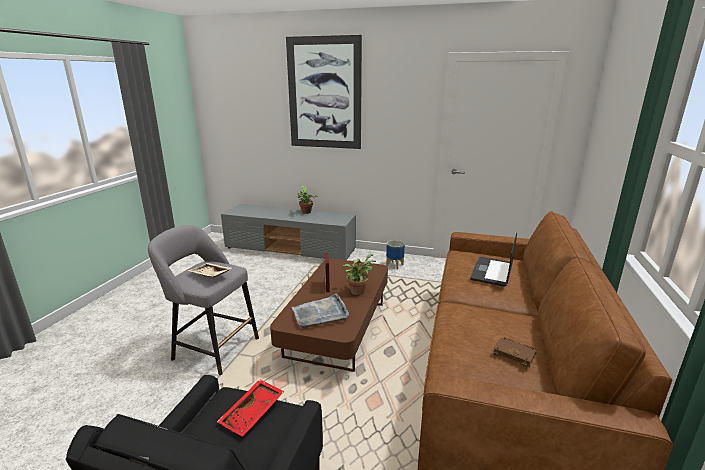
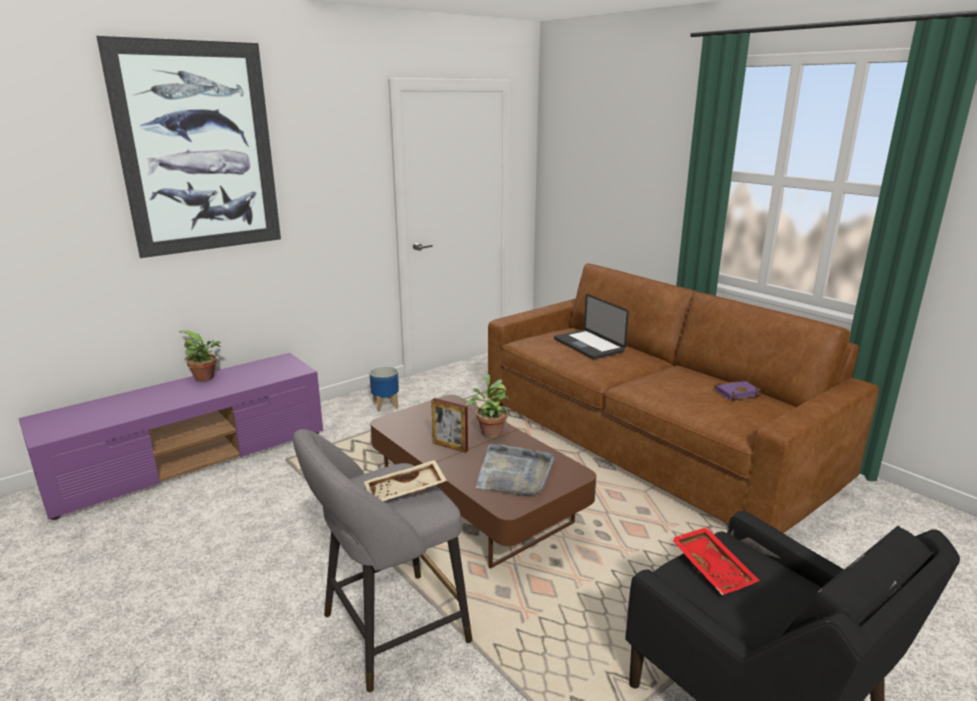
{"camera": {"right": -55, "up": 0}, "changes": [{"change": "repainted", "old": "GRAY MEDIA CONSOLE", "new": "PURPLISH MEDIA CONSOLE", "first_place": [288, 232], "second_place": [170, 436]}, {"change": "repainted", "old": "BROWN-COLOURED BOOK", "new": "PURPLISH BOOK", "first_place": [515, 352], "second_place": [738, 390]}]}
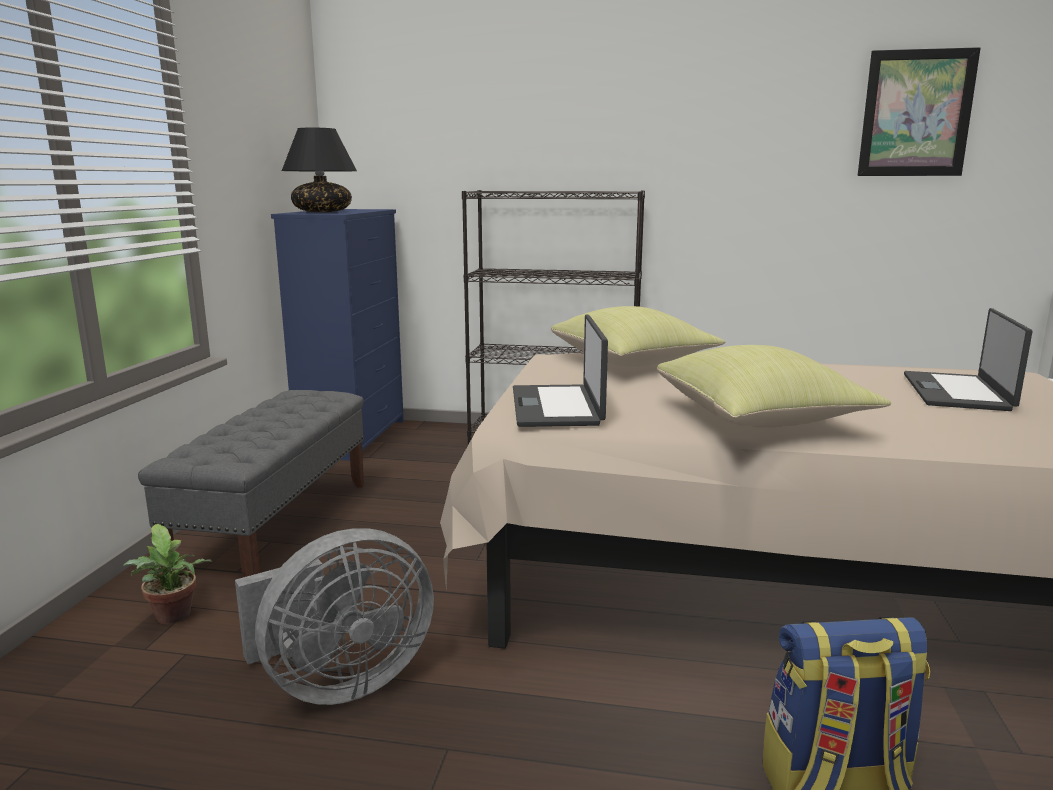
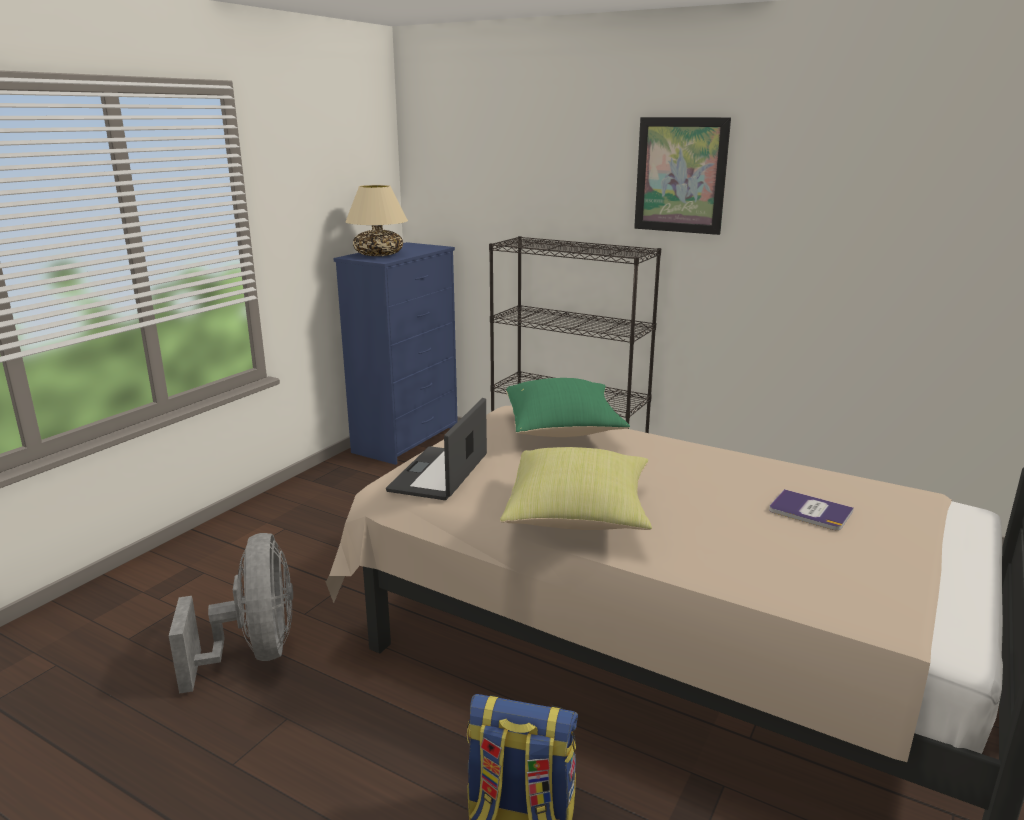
{"camera": {"right": 20, "up": 5}, "changes": [{"change": "gone", "old": "HOUSEPLANT", "first_place": [167, 574]}, {"change": "gone", "old": "GRAY LONG SEAT", "first_place": [251, 483]}, {"change": "shifted", "old": "WALL ART", "first_place": [919, 111], "second_place": [682, 176]}, {"change": "swapped", "old": "LAPTOP", "new": "BOOK", "first_place": [968, 359], "second_place": [811, 510]}, {"change": "repainted", "old": "BLACKISH TABLETOP LAMP", "new": "SAND-COLOURED TABLETOP LAMP", "first_place": [319, 170], "second_place": [376, 220]}, {"change": "repainted", "old": "YELLOW-COLOURED CUSHION", "new": "GREENISH CUSHION", "first_place": [638, 336], "second_place": [568, 407]}, {"change": "rotated", "old": "GRAY FAN", "first_place": [334, 616], "second_place": [231, 613], "degrees": -90}]}
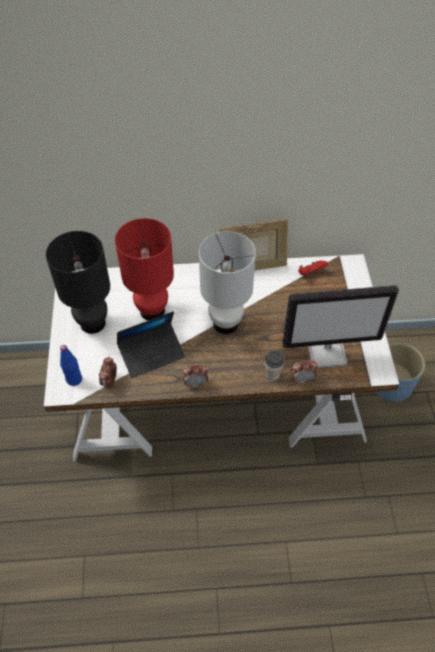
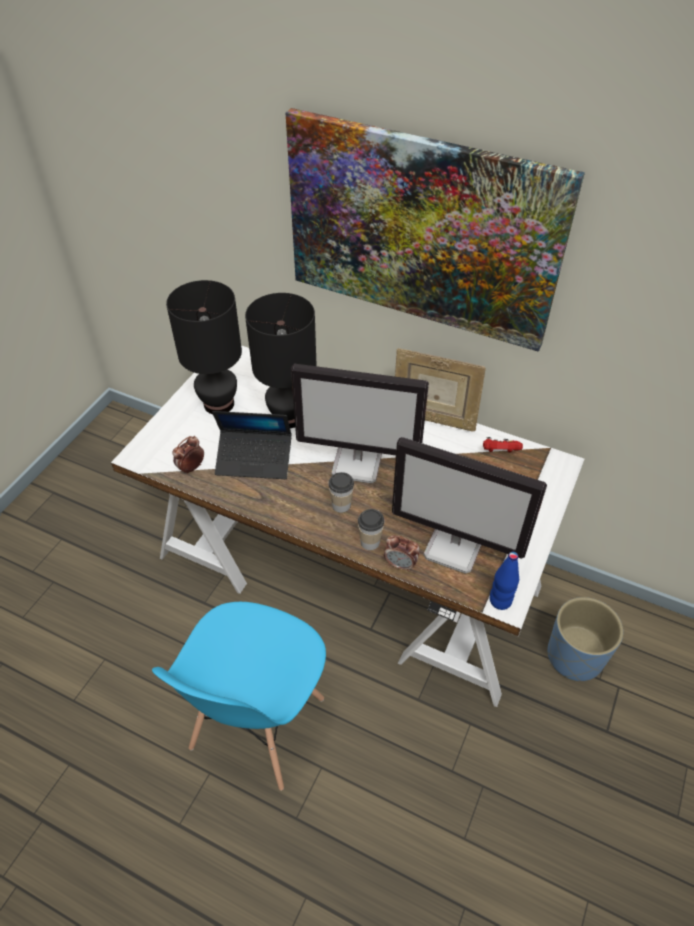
{"camera": {"right": 30, "up": -5}, "changes": [{"change": "gone", "old": "BEDSIDE CLOCK", "first_place": [195, 376]}, {"change": "new", "new": "BLUISH CHAIR", "second_place": [239, 696]}, {"change": "new", "new": "WALL ART", "second_place": [435, 230]}, {"change": "new", "new": "CUP", "second_place": [341, 492]}, {"change": "shifted", "old": "BLUISH BEVERAGE BOTTLE", "first_place": [71, 365], "second_place": [504, 581]}, {"change": "swapped", "old": "WHITE-COLOURED TABLETOP LAMP", "new": "MONITOR", "first_place": [227, 282], "second_place": [360, 424]}, {"change": "repainted", "old": "REDDISH TABLETOP LAMP", "new": "BLACKISH TABLETOP LAMP", "first_place": [144, 269], "second_place": [281, 360]}]}
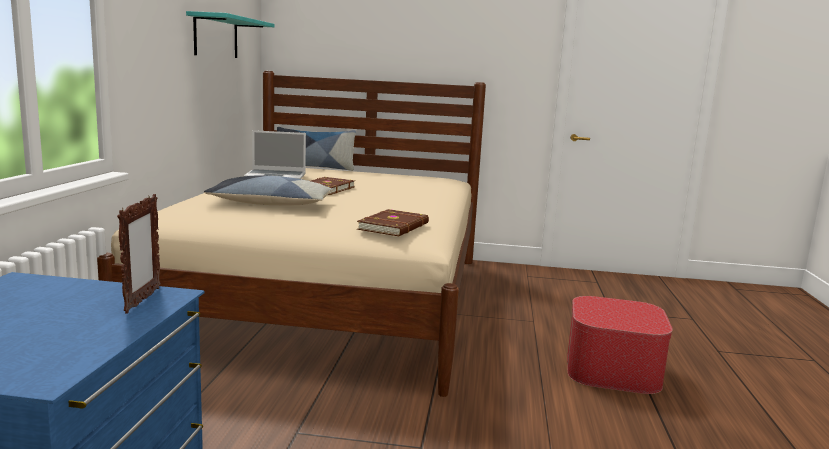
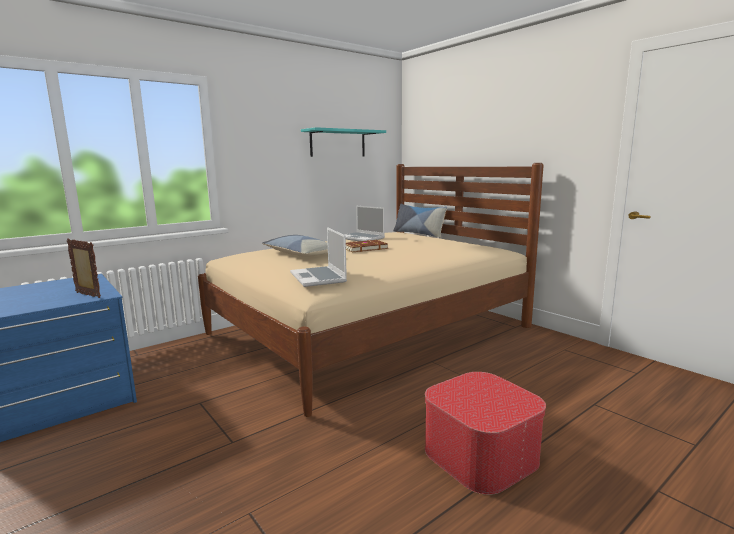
{"camera": {"right": 45, "up": 0}, "changes": [{"change": "swapped", "old": "BROWN-COLOURED BOOK", "new": "LAPTOP", "first_place": [393, 222], "second_place": [318, 257]}, {"change": "rotated", "old": "PHOTO FRAME", "first_place": [139, 254], "second_place": [84, 268], "degrees": -105}]}
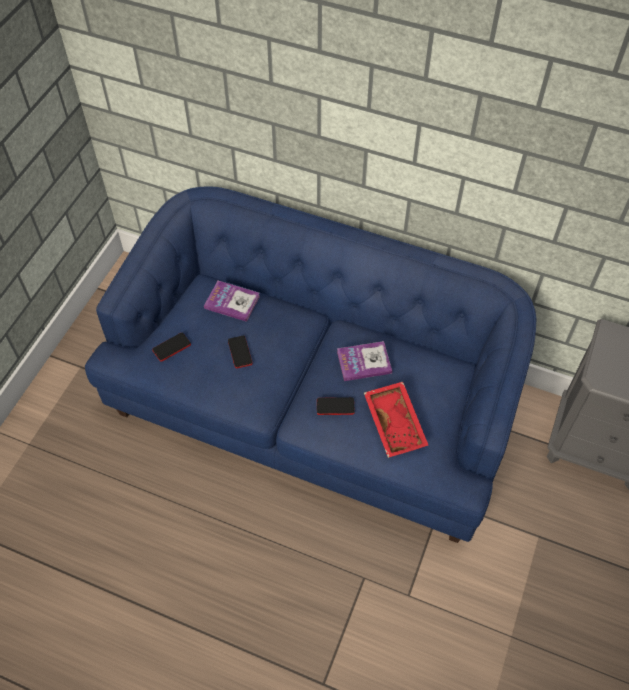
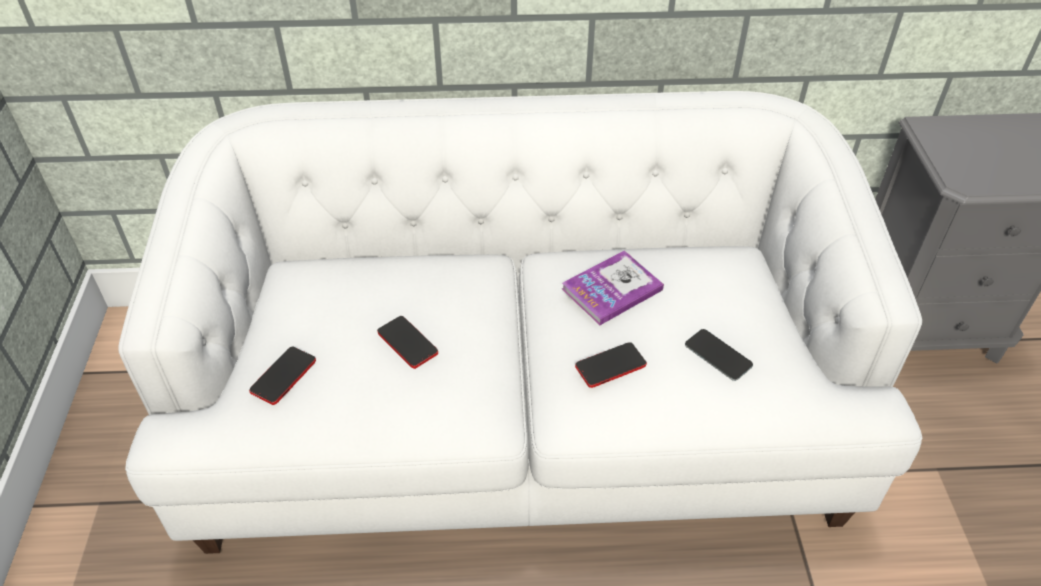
{"camera": {"right": -25, "up": -10}, "changes": [{"change": "gone", "old": "BOOK", "first_place": [232, 301]}, {"change": "swapped", "old": "REDDISH CARRYING TRAY", "new": "TELEPHONE", "first_place": [396, 420], "second_place": [719, 355]}, {"change": "repainted", "old": "BLUISH COUCH", "new": "WHITE-COLOURED COUCH", "first_place": [310, 364], "second_place": [520, 322]}]}
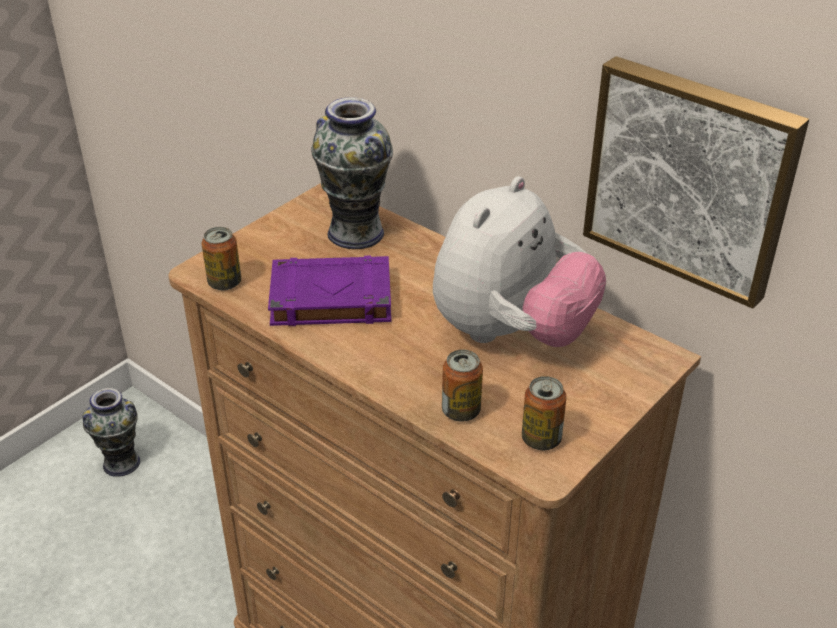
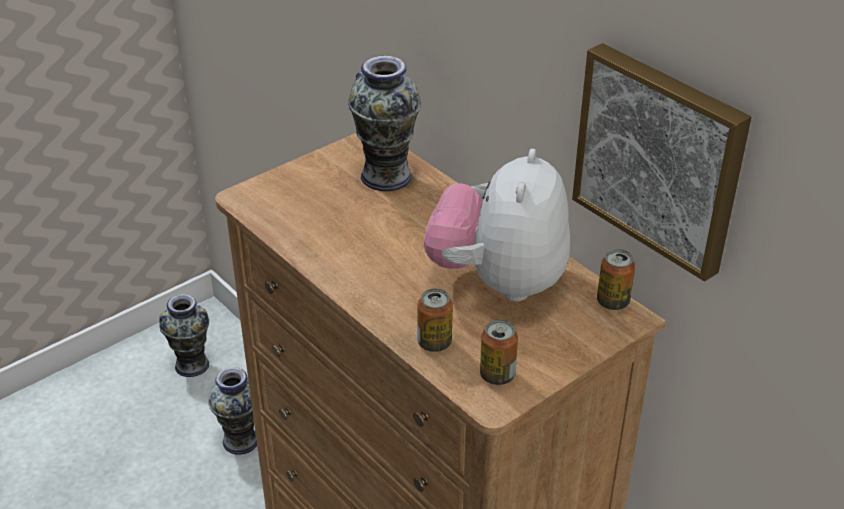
{"camera": {"right": 10, "up": 0}, "changes": [{"change": "gone", "old": "PURPLISH BOOK", "first_place": [329, 291]}, {"change": "new", "new": "VASE", "second_place": [232, 411]}, {"change": "shifted", "old": "METAL CAN", "first_place": [221, 258], "second_place": [616, 279]}, {"change": "rotated", "old": "SOFT TOY", "first_place": [519, 261], "second_place": [497, 225], "degrees": 150}]}
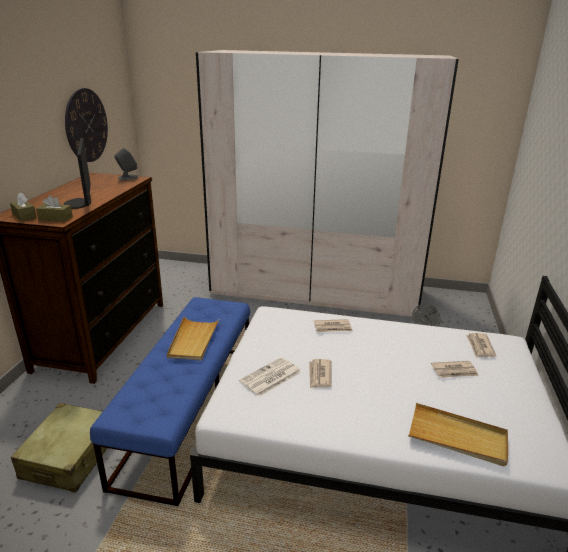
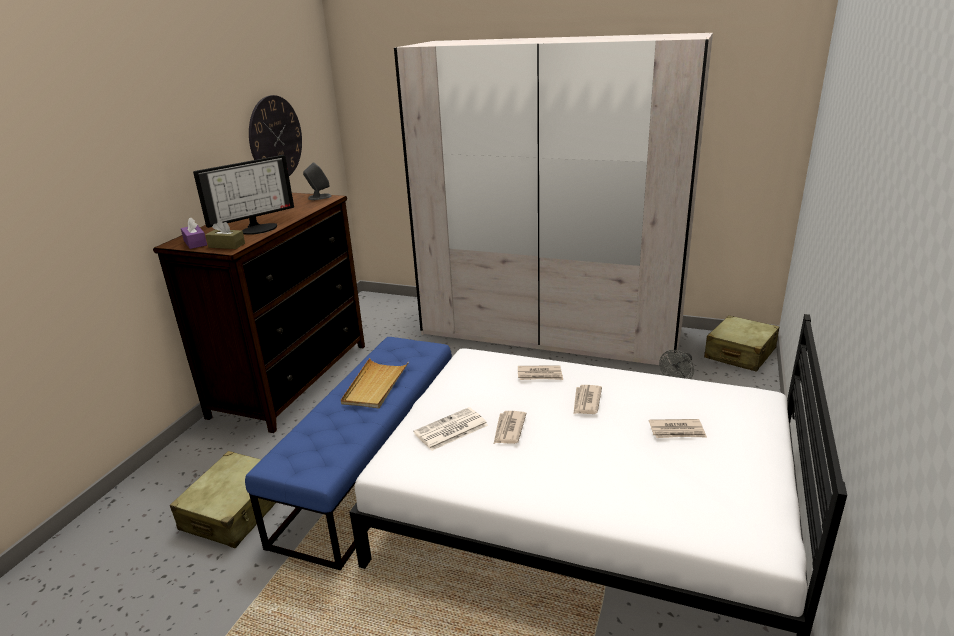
{"camera": {"right": 10, "up": 0}, "changes": [{"change": "gone", "old": "SAND-COLOURED CARRYING TRAY", "first_place": [458, 434]}, {"change": "new", "new": "SAND-COLOURED PIECE OF LUGGAGE", "second_place": [741, 343]}, {"change": "shifted", "old": "NEWSPAPER", "first_place": [481, 345], "second_place": [587, 399]}, {"change": "repainted", "old": "BROWN-COLOURED BOX OF TISSUES", "new": "PURPLISH BOX OF TISSUES", "first_place": [23, 206], "second_place": [194, 233]}, {"change": "rotated", "old": "MONITOR", "first_place": [77, 173], "second_place": [243, 195], "degrees": -120}]}
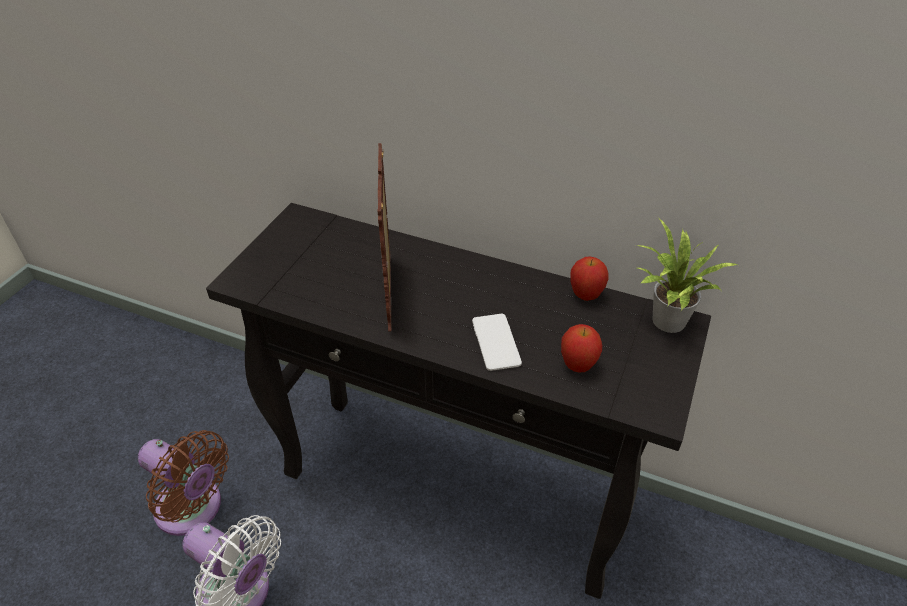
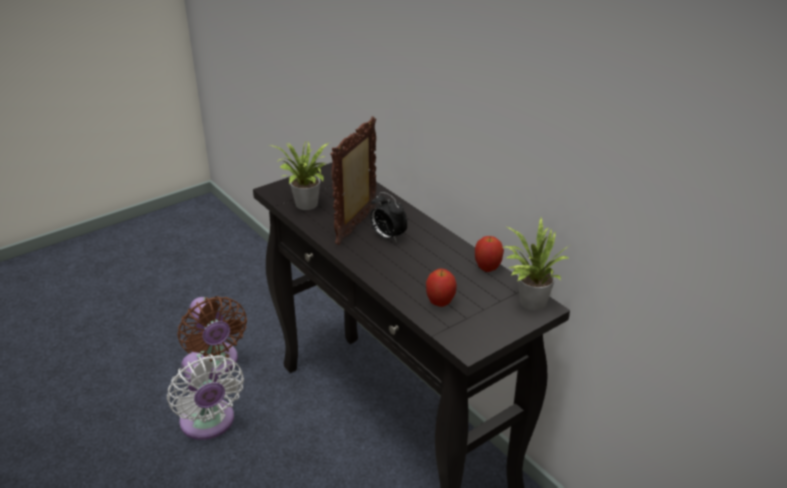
{"camera": {"right": 30, "up": -10}, "changes": [{"change": "gone", "old": "TELEPHONE", "first_place": [497, 342]}, {"change": "new", "new": "HOUSEPLANT", "second_place": [299, 175]}, {"change": "new", "new": "BEDSIDE CLOCK", "second_place": [389, 217]}]}
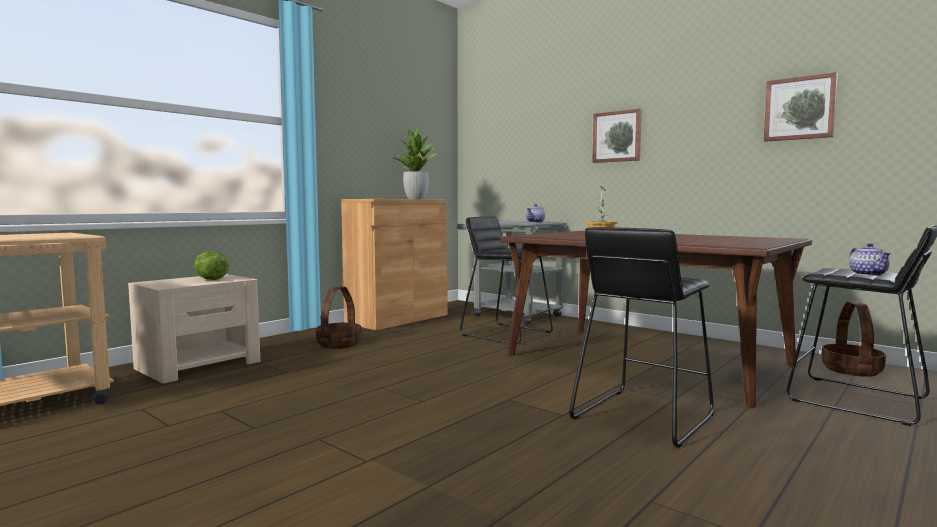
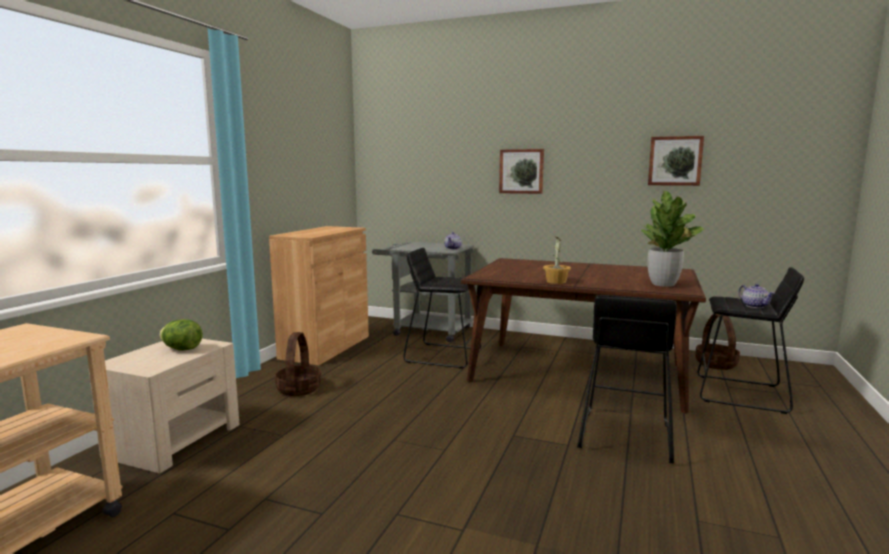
{"camera": {"right": -20, "up": 5}, "changes": [{"change": "shifted", "old": "HOUSEPLANT", "first_place": [415, 164], "second_place": [672, 239]}]}
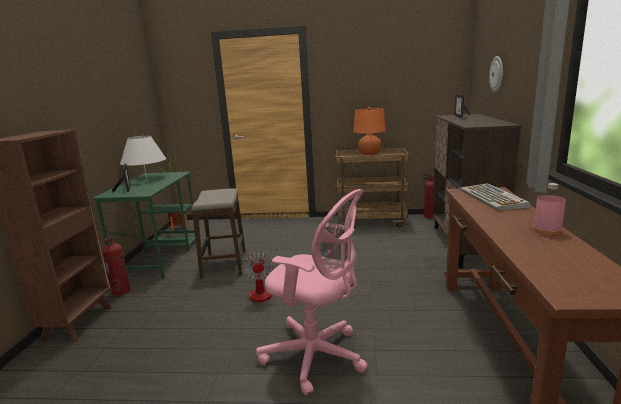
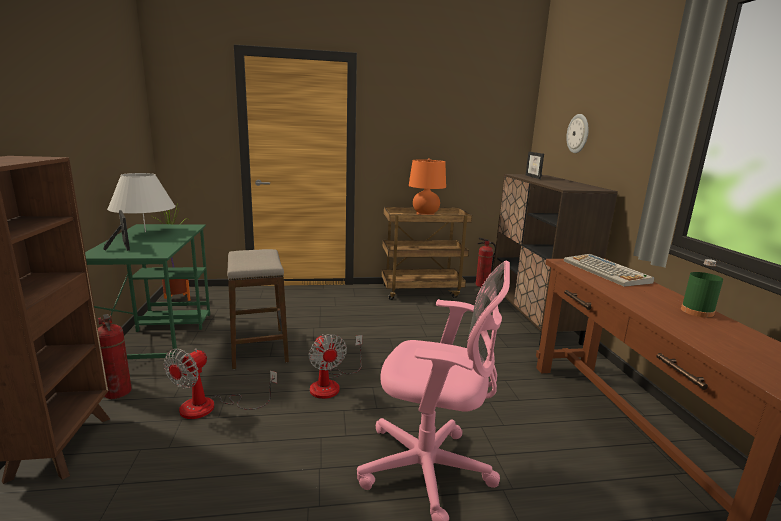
{"camera": {"right": -15, "up": 0}, "changes": [{"change": "new", "new": "FAN", "second_place": [220, 383]}, {"change": "repainted", "old": "PINKISH BEVERAGE BOTTLE", "new": "GREENISH BEVERAGE BOTTLE", "first_place": [549, 209], "second_place": [702, 288]}]}
